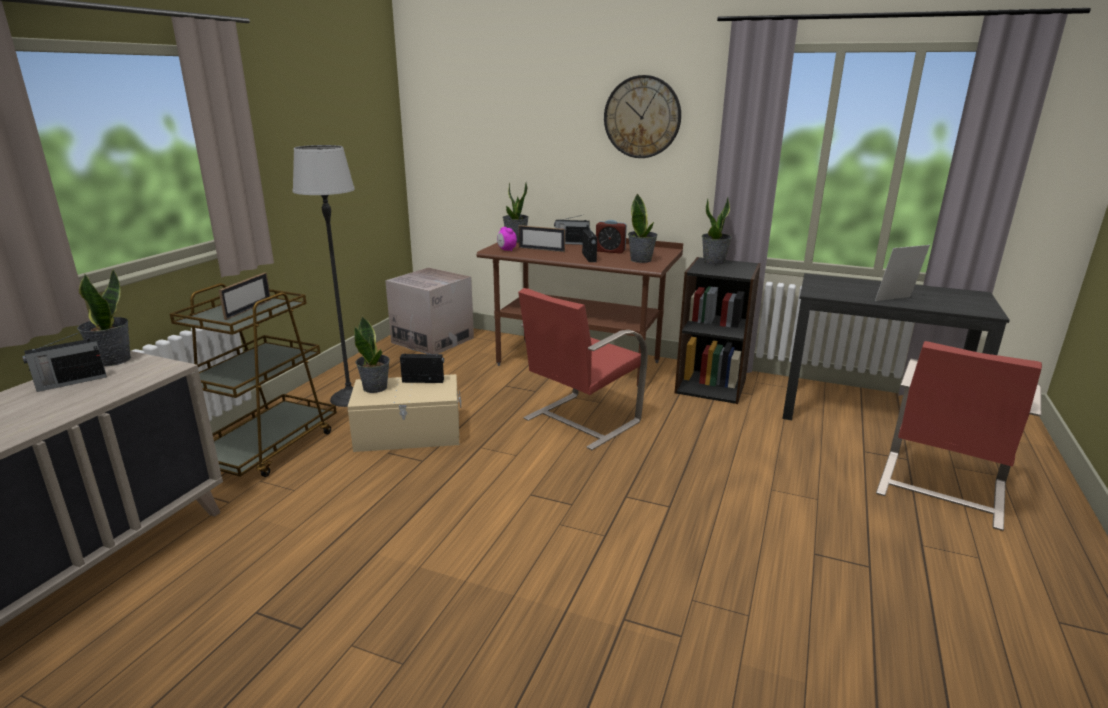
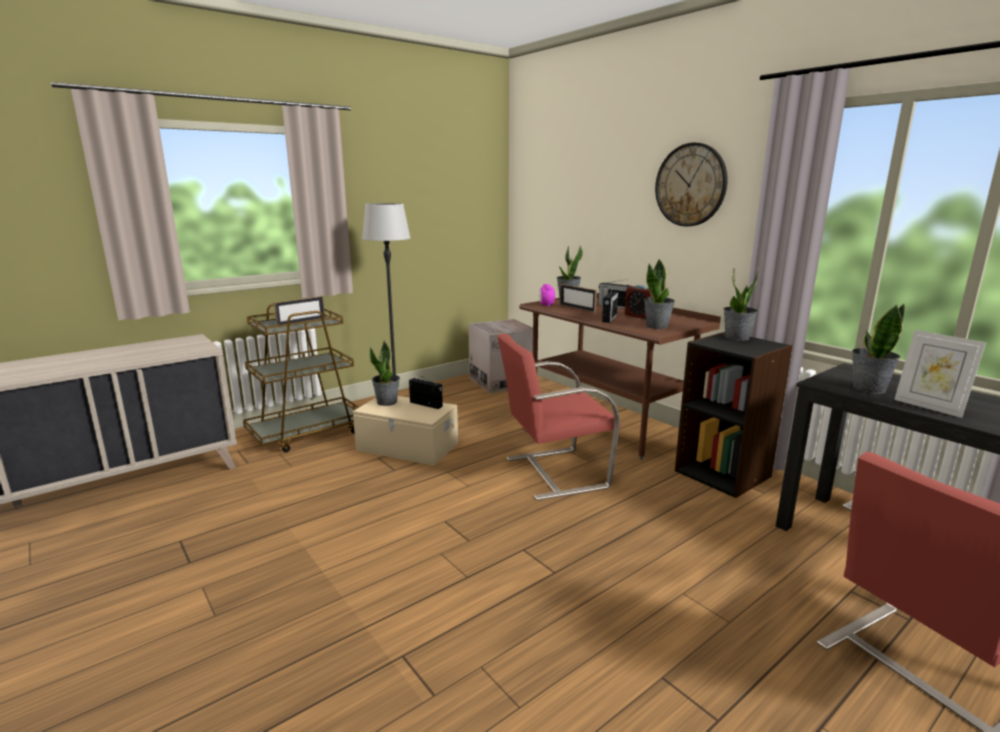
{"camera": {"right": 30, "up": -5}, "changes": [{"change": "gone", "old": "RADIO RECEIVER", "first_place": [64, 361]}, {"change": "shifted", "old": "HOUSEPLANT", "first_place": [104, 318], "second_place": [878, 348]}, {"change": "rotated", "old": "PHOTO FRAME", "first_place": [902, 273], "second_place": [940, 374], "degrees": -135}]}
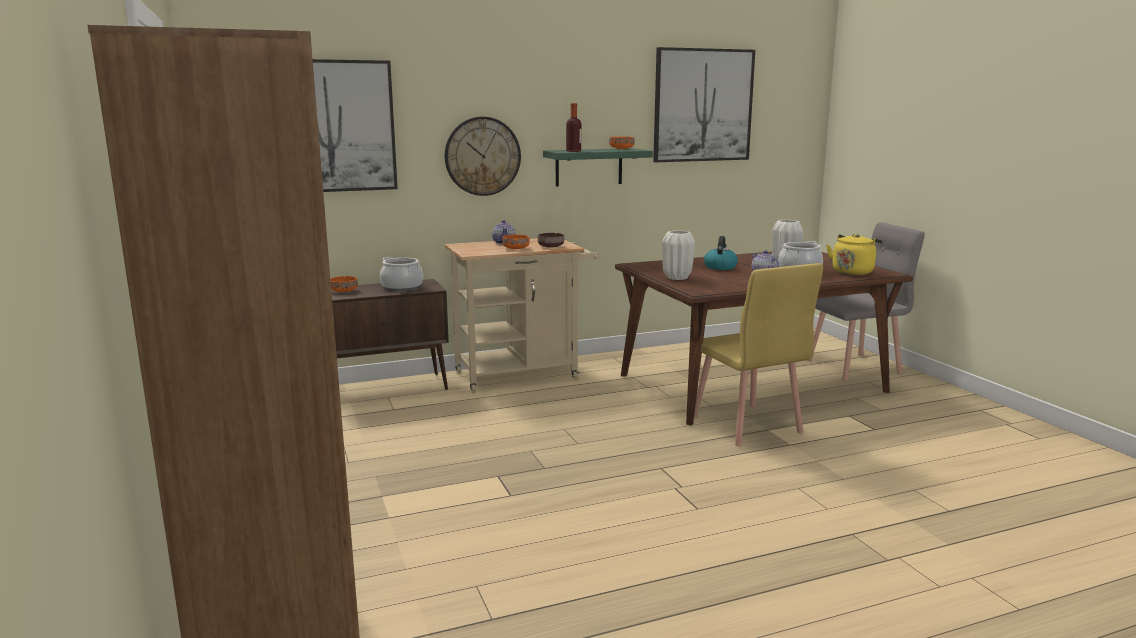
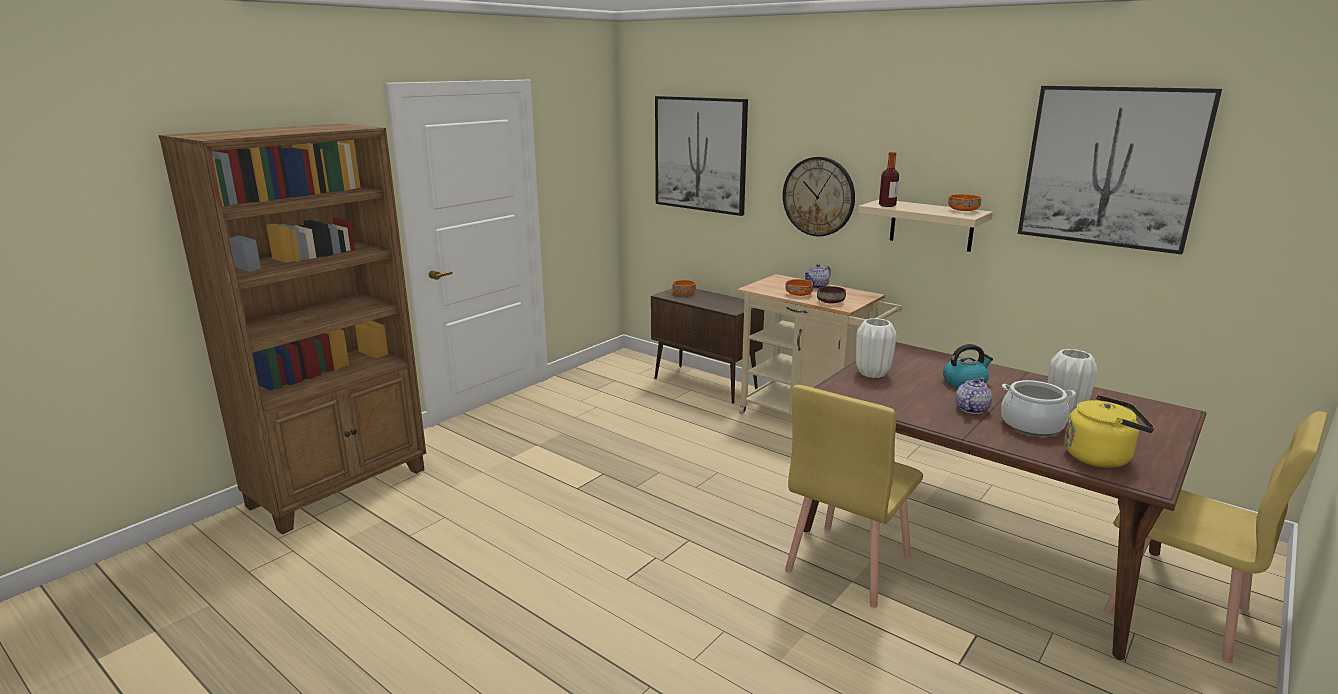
{"camera": {"right": 60, "up": 5}, "changes": [{"change": "gone", "old": "STOCKPOT", "first_place": [401, 274]}, {"change": "repainted", "old": "GREENISH SHELF", "new": "SAND-COLOURED SHELF", "first_place": [598, 167], "second_place": [925, 226]}, {"change": "repainted", "old": "GRAY CHAIR", "new": "YELLOW-COLOURED CHAIR", "first_place": [865, 301], "second_place": [1216, 537]}]}
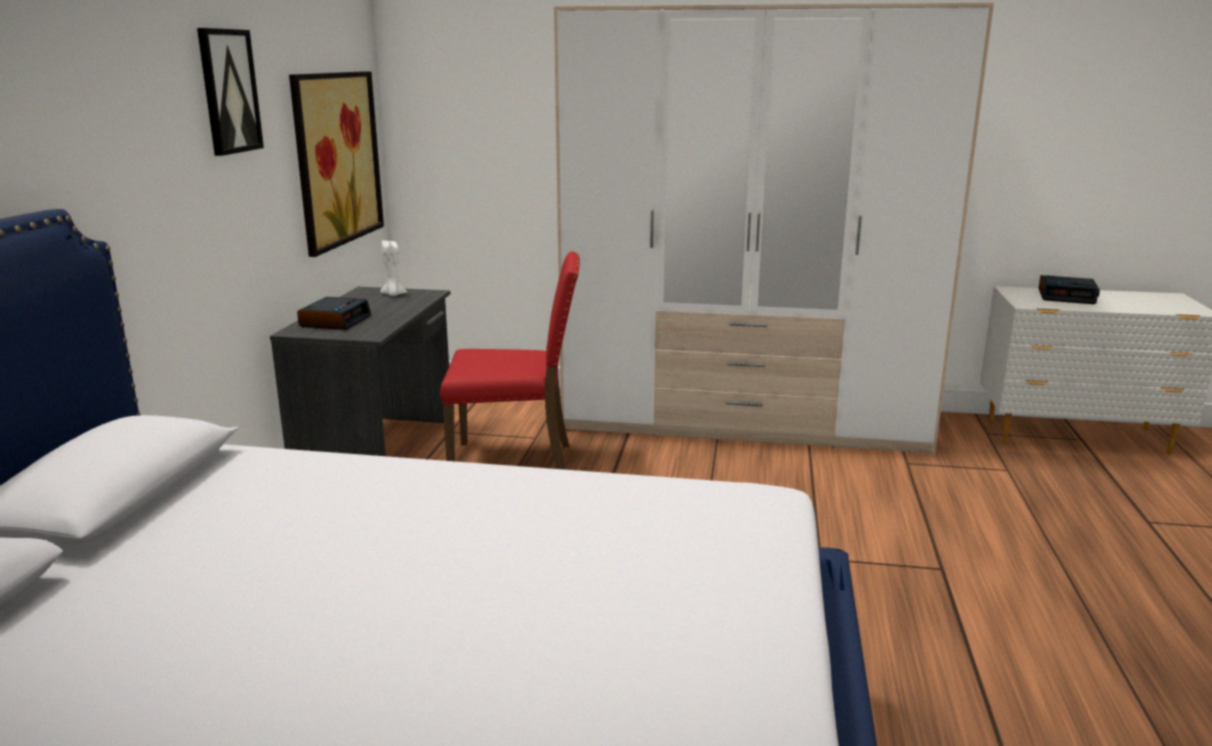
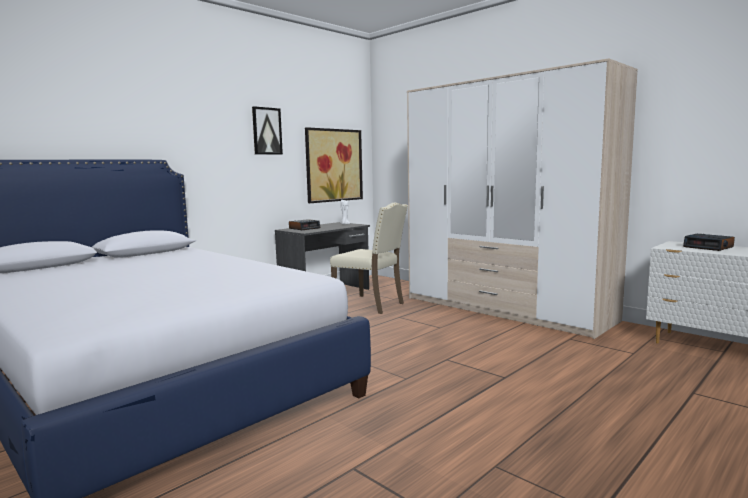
{"camera": {"right": 35, "up": -10}, "changes": [{"change": "repainted", "old": "REDDISH CHAIR", "new": "SAND-COLOURED CHAIR", "first_place": [510, 361], "second_place": [369, 258]}]}
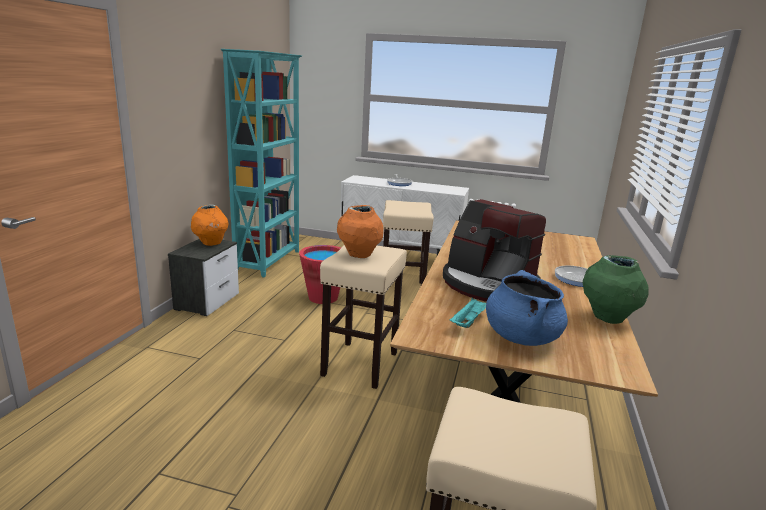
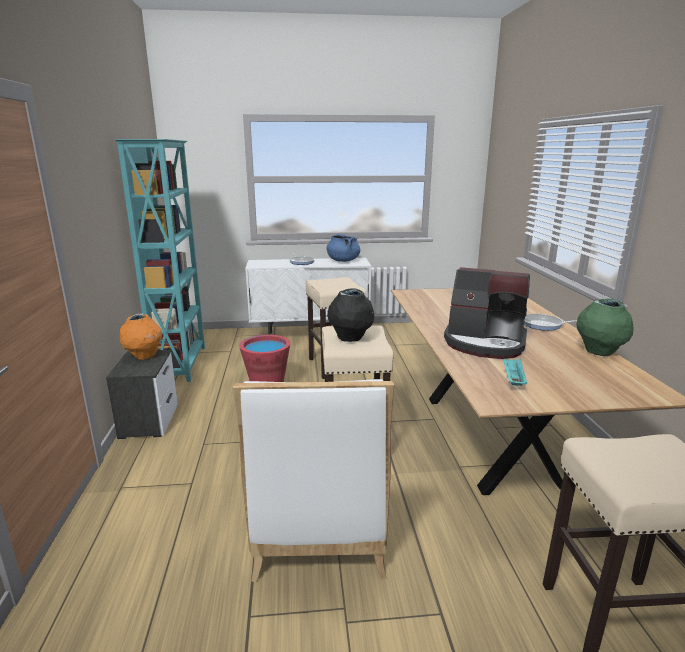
{"camera": {"right": -20, "up": 0}, "changes": [{"change": "new", "new": "WHITE-COLOURED CHAIR", "second_place": [313, 480]}, {"change": "shifted", "old": "BLUISH STOCKPOT", "first_place": [527, 308], "second_place": [343, 248]}, {"change": "repainted", "old": "ORANGE VASE", "new": "BLACKISH VASE", "first_place": [360, 231], "second_place": [350, 315]}]}
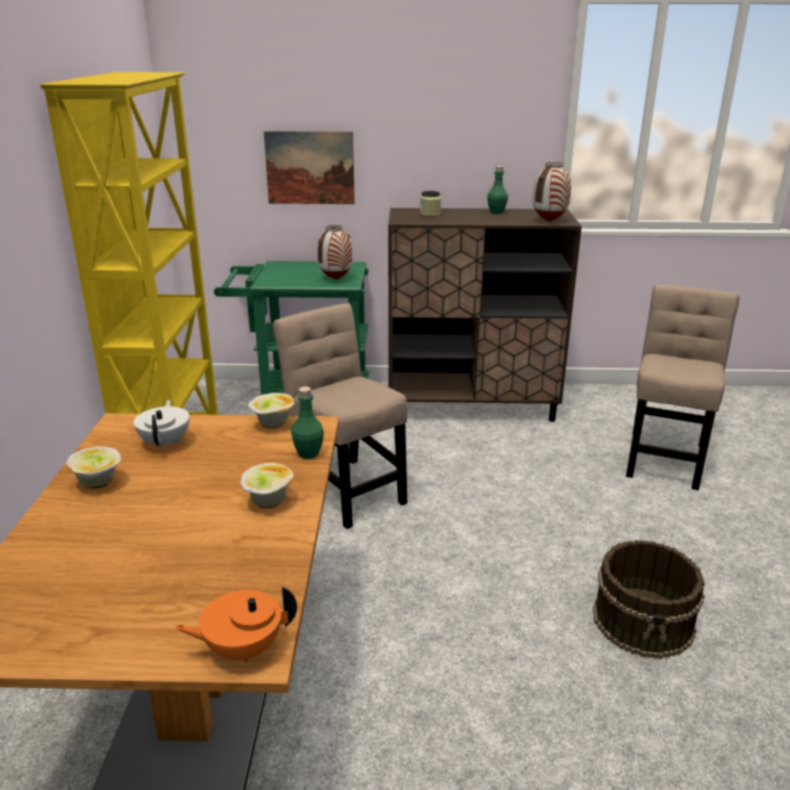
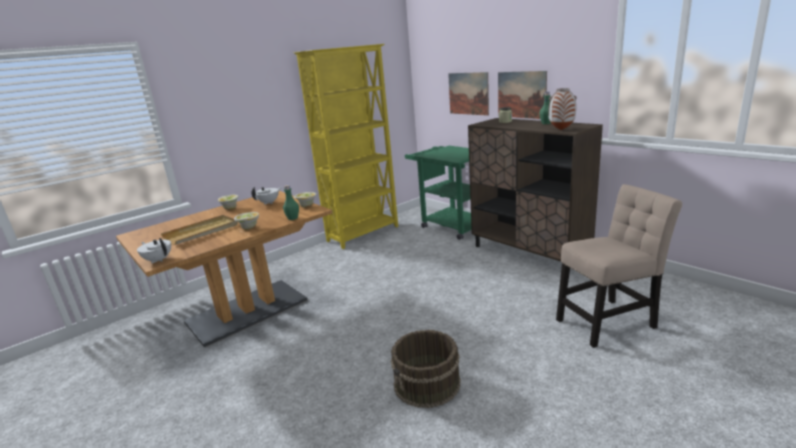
{"camera": {"right": 50, "up": -5}, "changes": [{"change": "gone", "old": "SAND-COLOURED CHAIR", "first_place": [340, 416]}, {"change": "gone", "old": "VASE", "first_place": [335, 252]}, {"change": "new", "new": "SAND-COLOURED CARRYING TRAY", "second_place": [199, 230]}, {"change": "new", "new": "WALL ART", "second_place": [522, 95]}, {"change": "repainted", "old": "ORANGE TEA POT", "new": "WHITE-COLOURED TEA POT", "first_place": [236, 624], "second_place": [154, 250]}]}
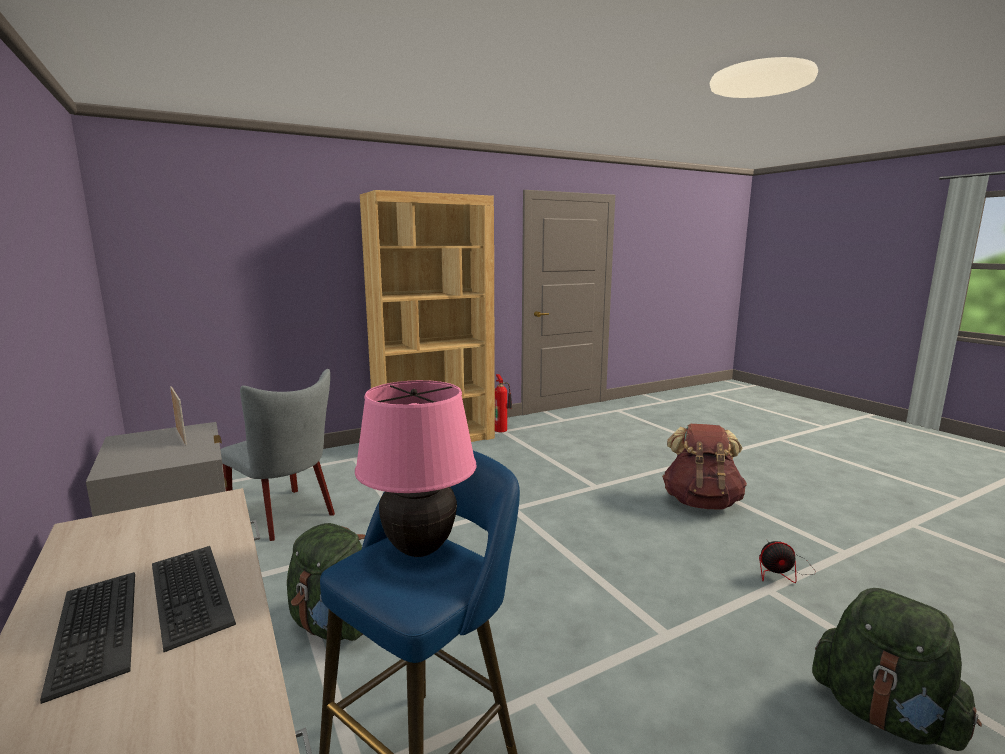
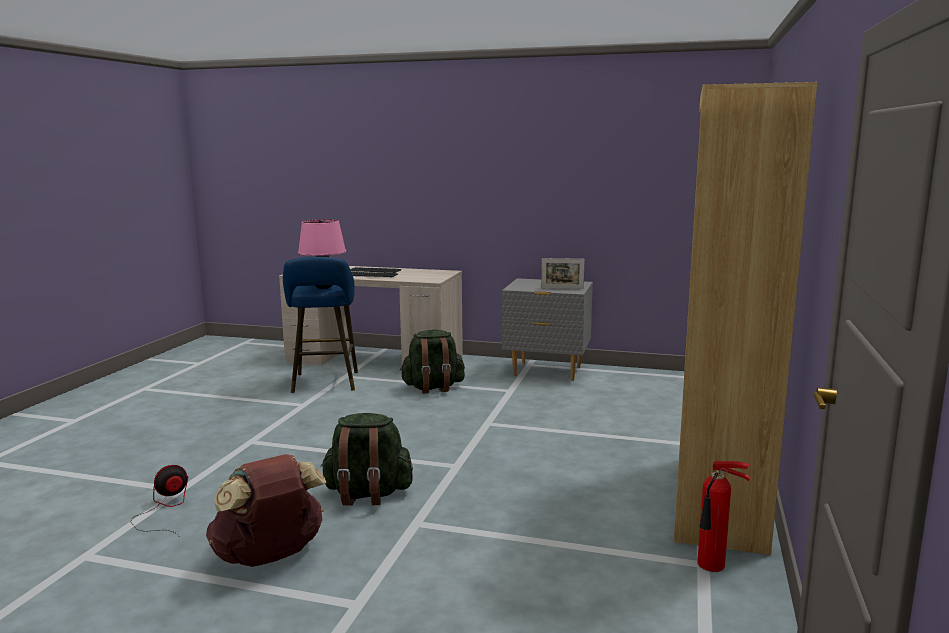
{"camera": {"right": 135, "up": 0}, "changes": [{"change": "gone", "old": "GRAY CHAIR", "first_place": [277, 455]}, {"change": "shifted", "old": "GREENISH KNAPSACK", "first_place": [897, 669], "second_place": [366, 459]}]}
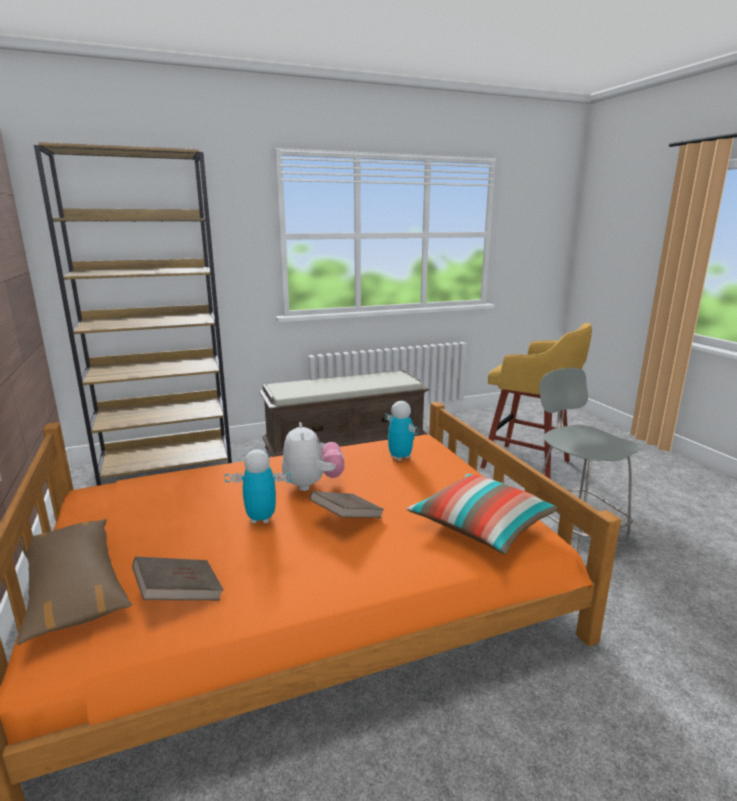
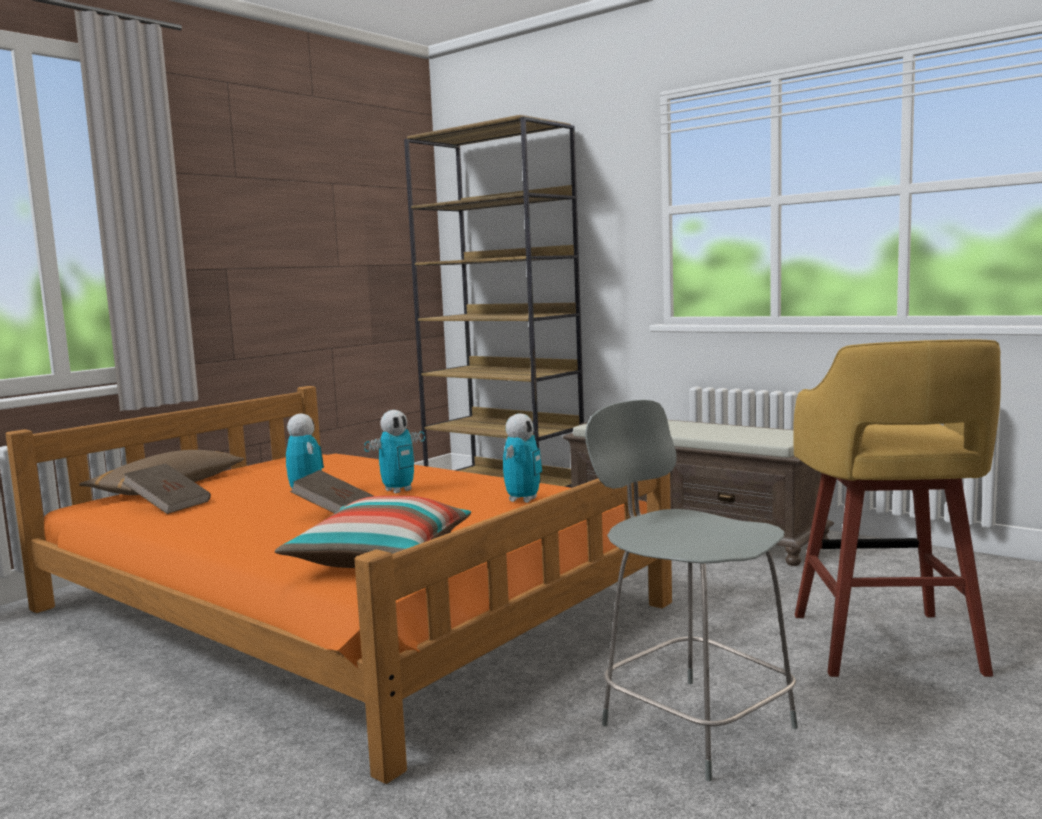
{"camera": {"right": 60, "up": -10}, "changes": [{"change": "swapped", "old": "SOFT TOY", "new": "TOY ROBOT", "first_place": [313, 456], "second_place": [394, 452]}, {"change": "rotated", "old": "GRAY CHAIR", "first_place": [589, 461], "second_place": [691, 590], "degrees": -75}]}
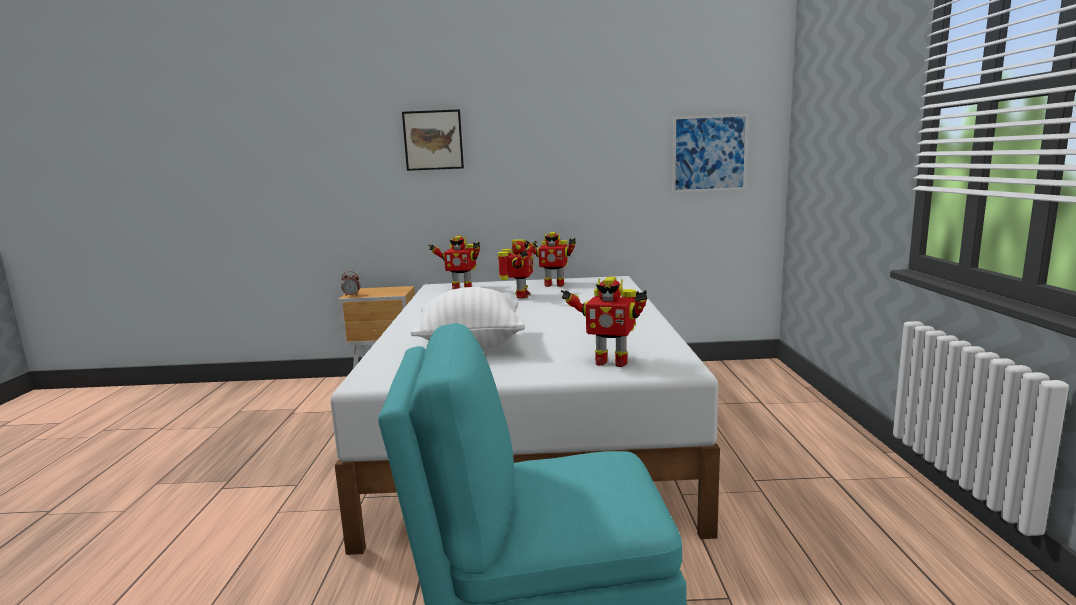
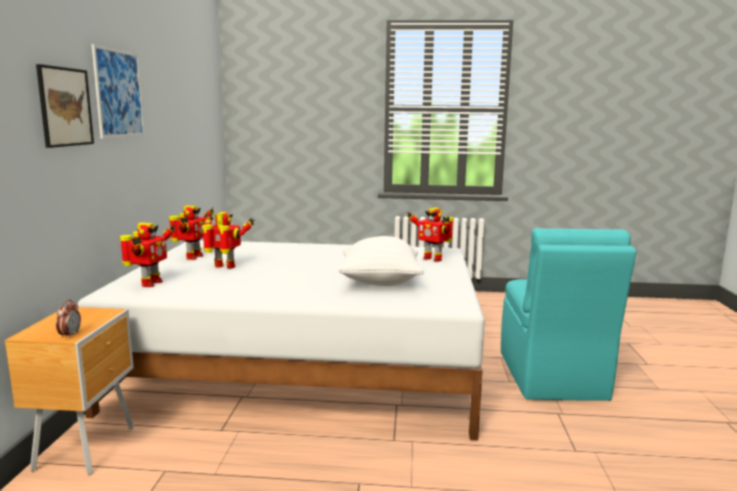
{"camera": {"right": -85, "up": 0}, "changes": [{"change": "shifted", "old": "WALL ART", "first_place": [710, 153], "second_place": [118, 91]}, {"change": "rotated", "old": "TOY ROBOT", "first_place": [604, 322], "second_place": [430, 234], "degrees": 105}]}
